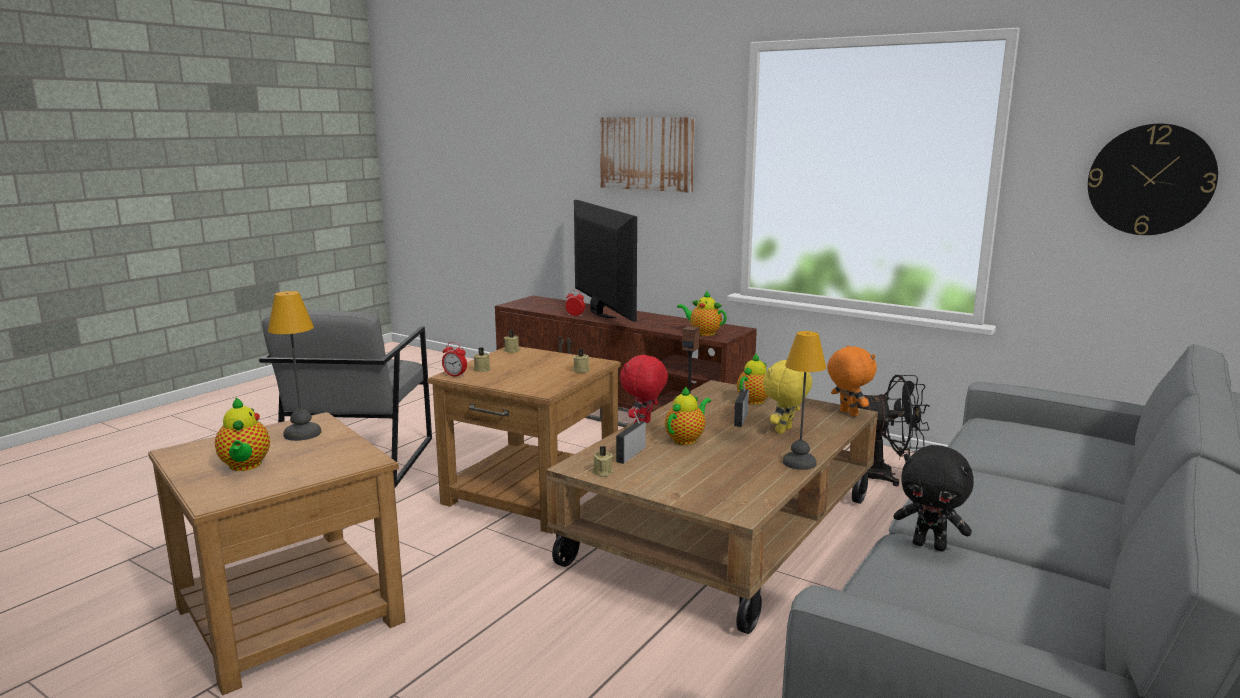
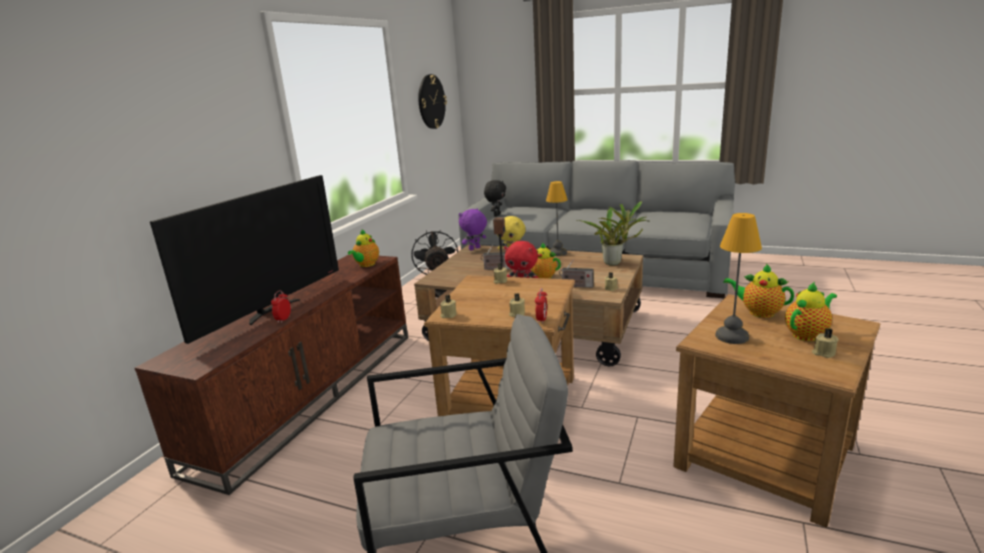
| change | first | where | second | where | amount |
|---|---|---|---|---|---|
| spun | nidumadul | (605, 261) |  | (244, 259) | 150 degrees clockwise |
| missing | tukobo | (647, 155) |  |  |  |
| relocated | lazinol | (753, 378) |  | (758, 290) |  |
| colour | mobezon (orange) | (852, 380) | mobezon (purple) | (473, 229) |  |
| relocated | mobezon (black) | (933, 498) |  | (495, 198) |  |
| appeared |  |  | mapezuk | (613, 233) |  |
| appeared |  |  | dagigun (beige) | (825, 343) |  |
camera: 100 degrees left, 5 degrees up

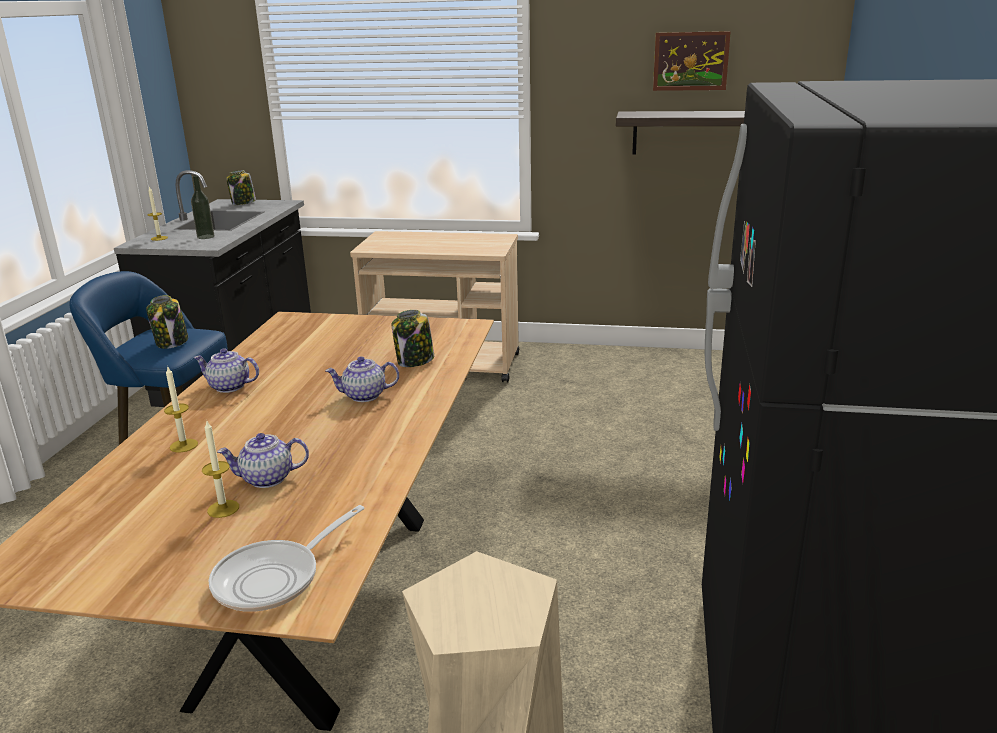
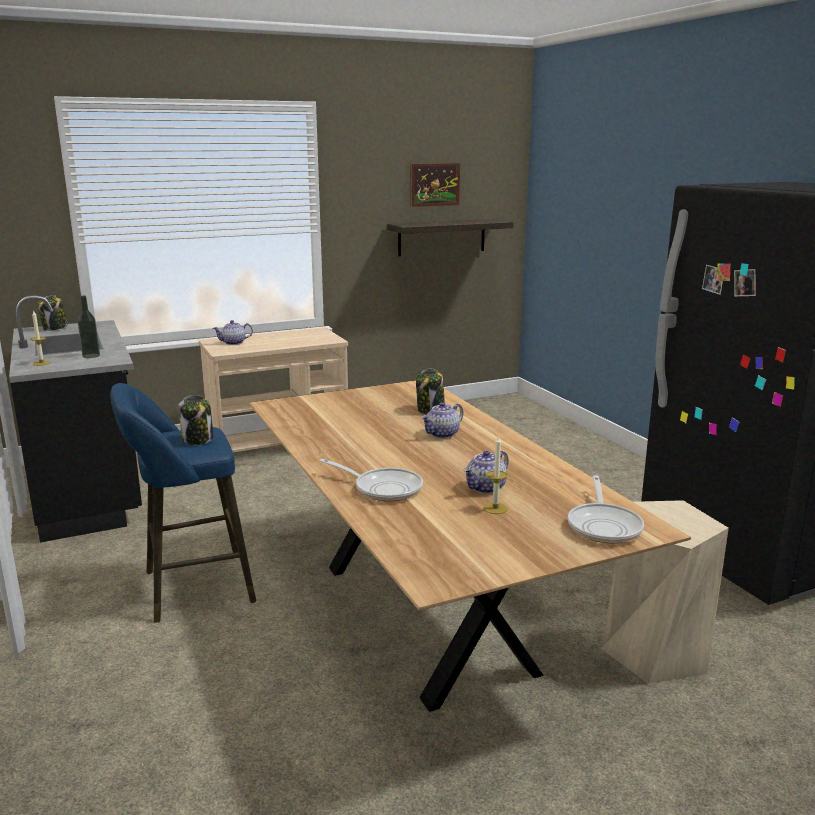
| change | first | where | second | where | amount |
|---|---|---|---|---|---|
| exchanged | dagigun | (181, 410) | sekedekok | (371, 480) |  |
| relocated | lazinol | (226, 370) |  | (233, 332) |  |
camera: 35 degrees left, 5 degrees down

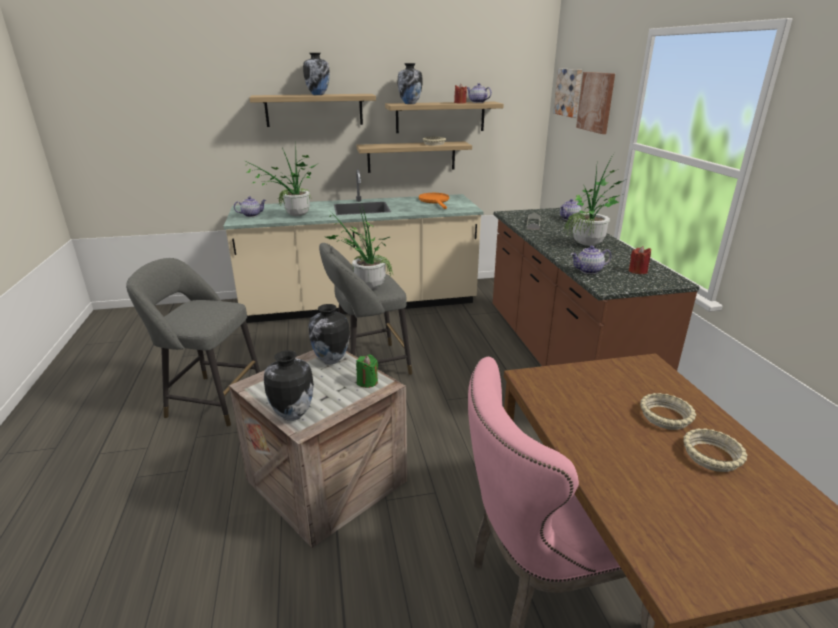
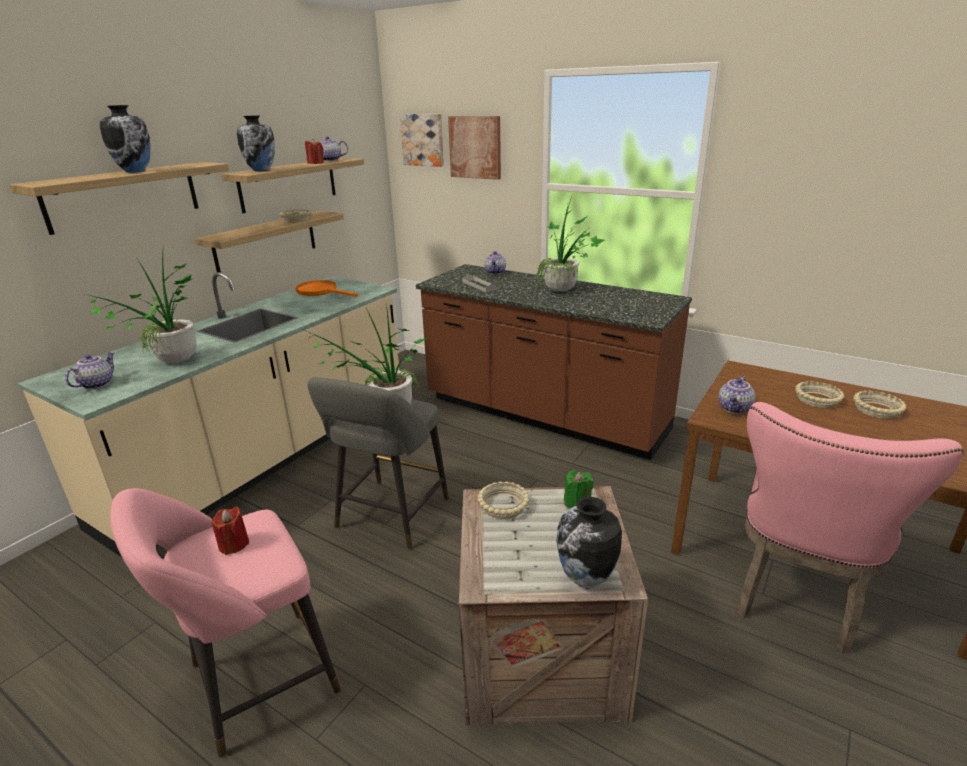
| change | first | where | second | where | amount |
|---|---|---|---|---|---|
| colour | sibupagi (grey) | (193, 342) | sibupagi (pink) | (225, 623) |  |
| exchanged | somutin | (329, 334) | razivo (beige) | (503, 500) |  |
| relocated | lazinol | (591, 260) |  | (736, 395) |  |
| relocated | dagigun (red) | (640, 260) |  | (230, 531) |  |
camera: 45 degrees left, 0 degrees up

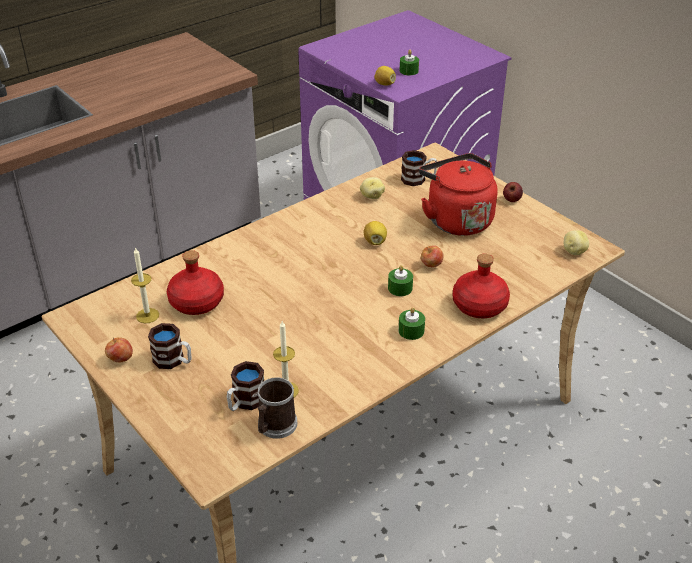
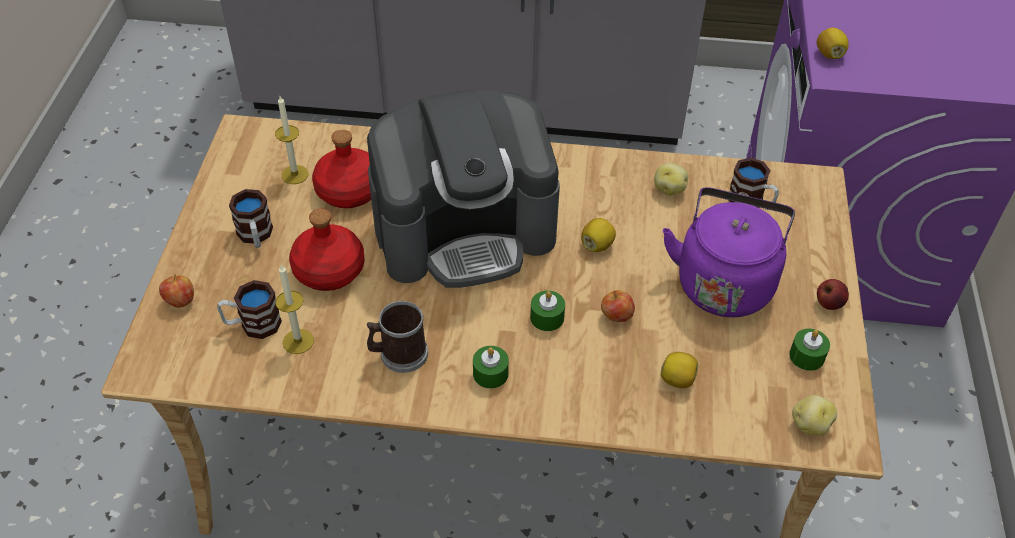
| change | first | where | second | where | amount |
|---|---|---|---|---|---|
| relocated | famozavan | (119, 349) |  | (176, 291) |  |
| relocated | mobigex | (277, 408) |  | (397, 337) |  |
| relocated | dagigun (green) | (409, 62) |  | (809, 350) |  |
| colour | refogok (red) | (458, 194) | refogok (purple) | (729, 252) |  |
| relocated | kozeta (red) | (481, 285) |  | (327, 250) |  |
| appeared |  |  | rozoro | (463, 188) |  |
| appeared |  |  | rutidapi | (679, 370) |  |
camera: 45 degrees right, 10 degrees up

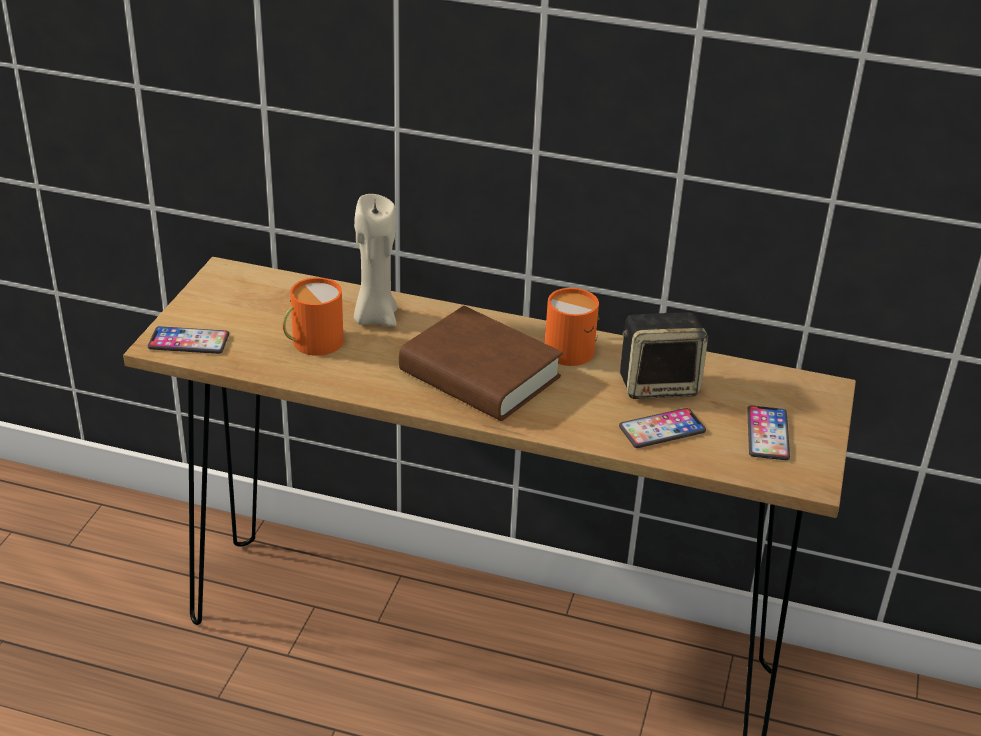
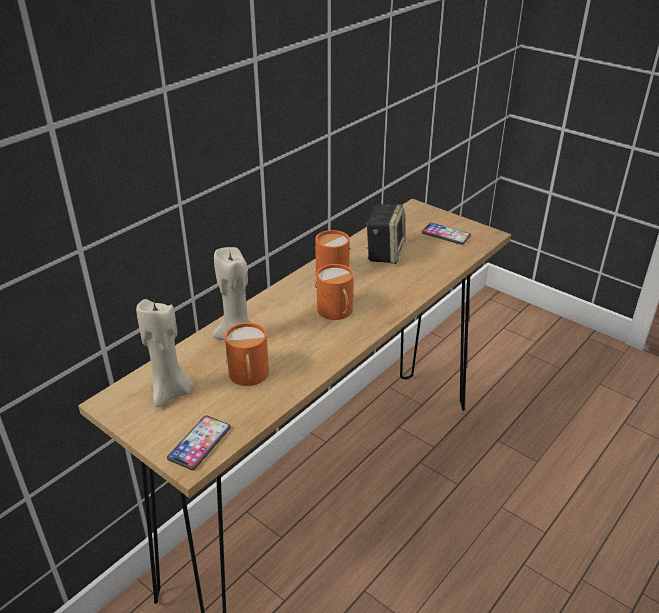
| change | first | where | second | where | amount |
|---|---|---|---|---|---|
| exchanged | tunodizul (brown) | (481, 363) | mobigex (orange) | (334, 292) |  |
| missing | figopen | (662, 428) |  |  |  |
| appeared |  |  | dagigun (beige) | (164, 353) |  |
camera: 65 degrees left, 0 degrees up

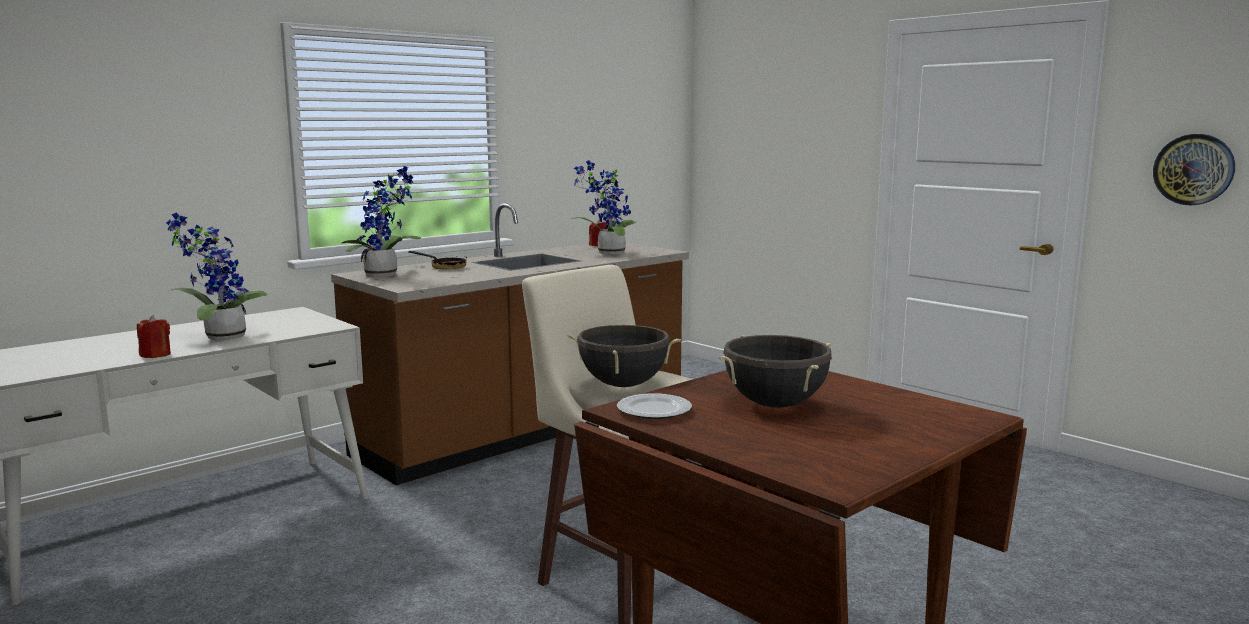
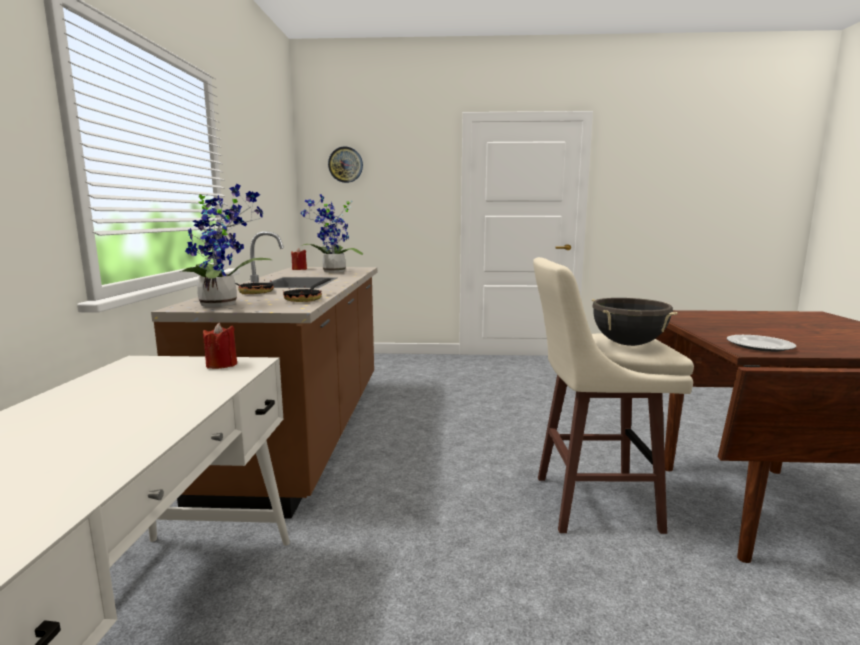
| change | first | where | second | where | amount |
|---|---|---|---|---|---|
| relocated | dagigun (red) | (154, 336) |  | (220, 346) |  |
| missing | mapezuk | (216, 276) |  |  |  |
| missing | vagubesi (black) | (775, 371) |  |  |  |
| relocated | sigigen | (1194, 169) |  | (345, 165) |  |
| appeared |  |  | sekedekok | (306, 290) |  |
camera: 45 degrees left, 0 degrees up

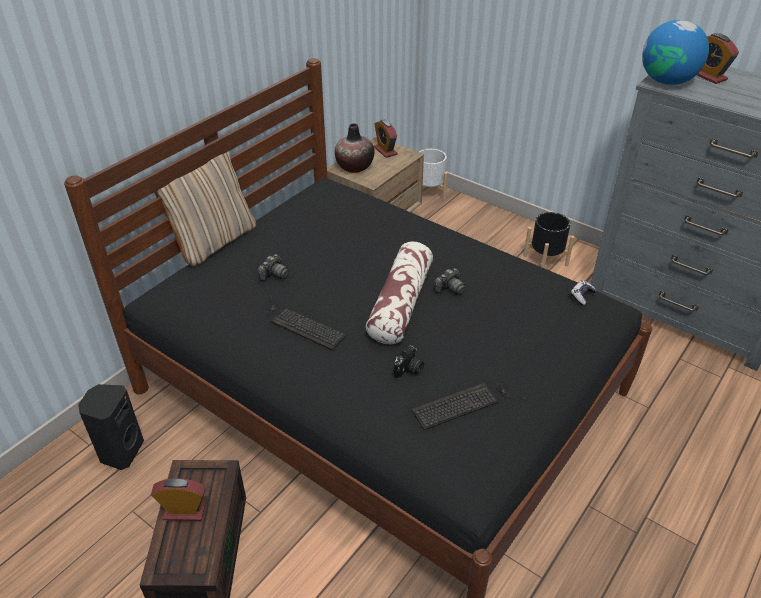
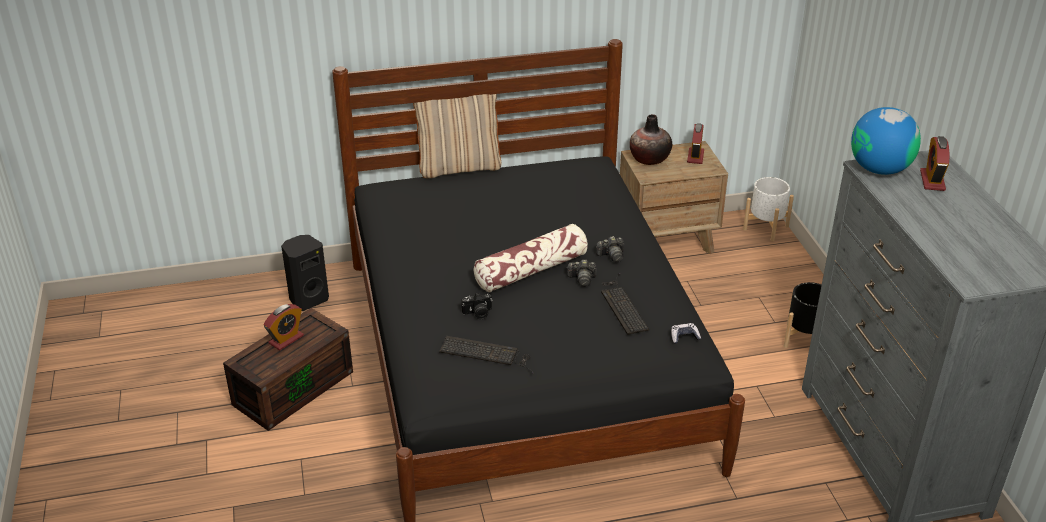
| change | first | where | second | where | amount |
|---|---|---|---|---|---|
| spun | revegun | (178, 499) |  | (284, 327) | 90 degrees clockwise |
| relocated | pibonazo | (274, 267) |  | (610, 249) |  |
| relocated | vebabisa | (305, 323) |  | (625, 304) |  |
camera: 40 degrees right, 5 degrees down

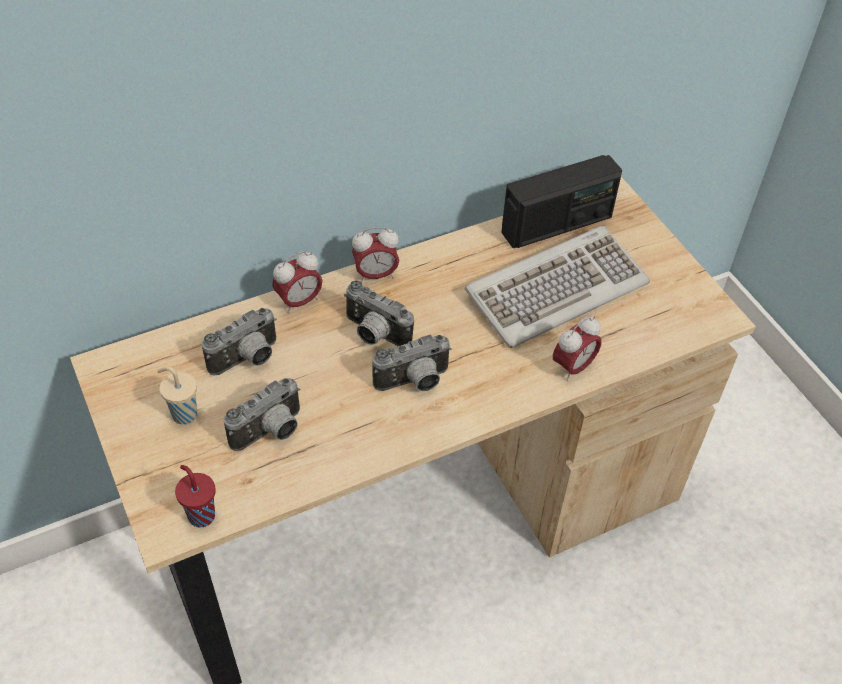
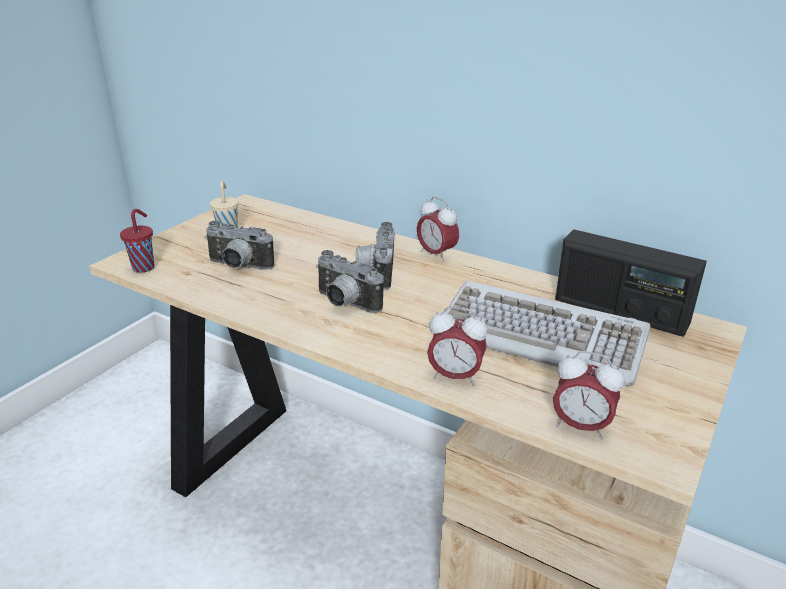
| change | first | where | second | where | amount |
|---|---|---|---|---|---|
| missing | pibonazo | (239, 342) |  |  |  |
| relocated | revegun | (297, 282) |  | (588, 395) |  |
camera: 60 degrees right, 20 degrees down

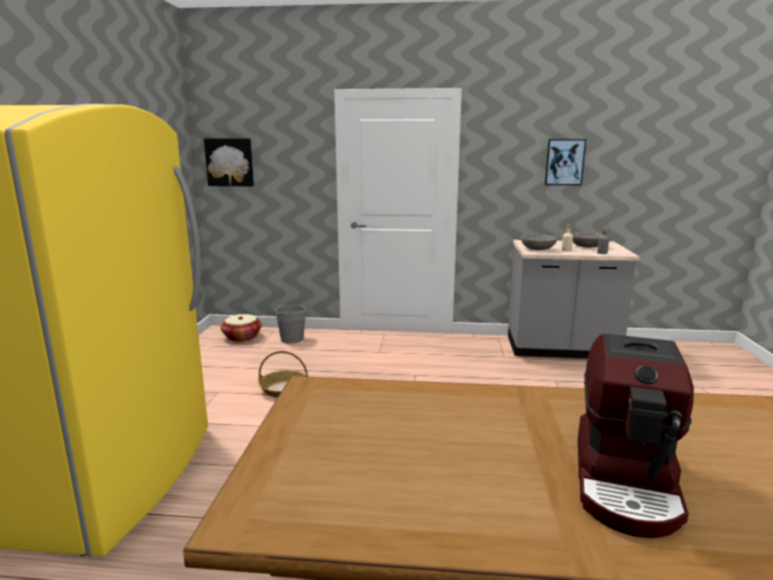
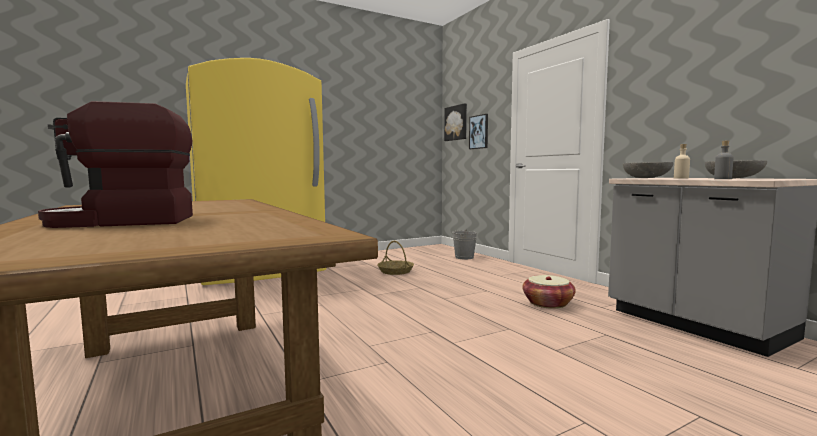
| change | first | where | second | where | amount |
|---|---|---|---|---|---|
| relocated | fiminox | (241, 328) |  | (549, 292) |  |
| relocated | tukobo | (565, 162) |  | (478, 131) |  |
camera: 55 degrees right, 10 degrees down

